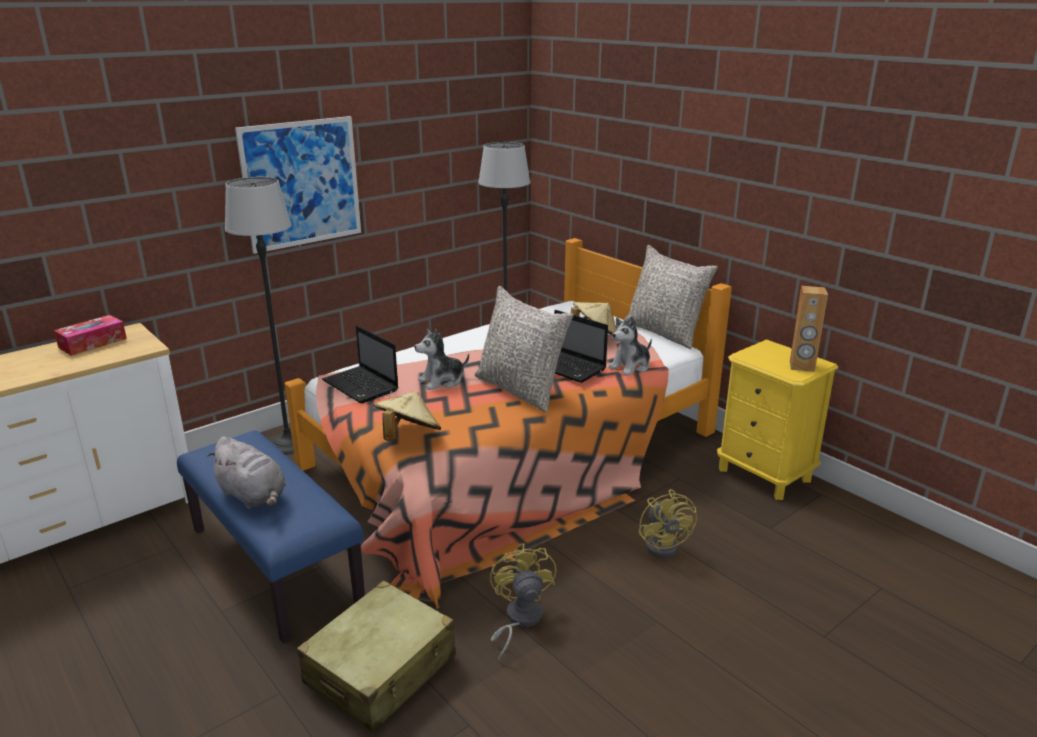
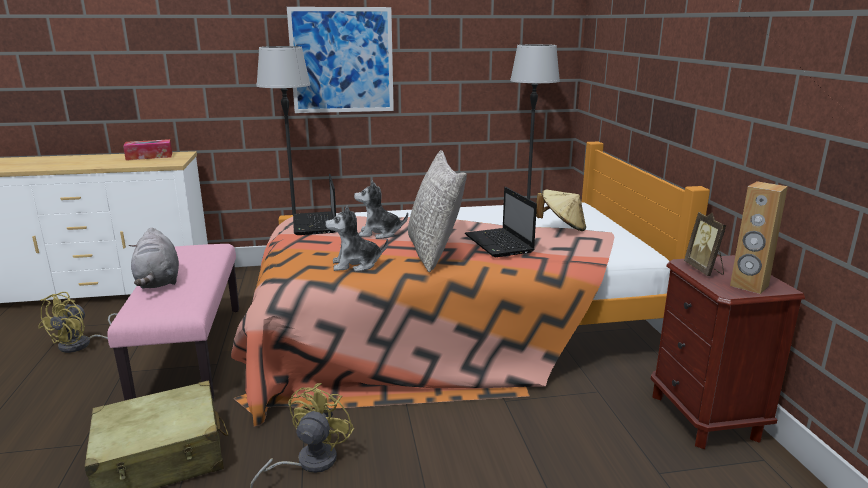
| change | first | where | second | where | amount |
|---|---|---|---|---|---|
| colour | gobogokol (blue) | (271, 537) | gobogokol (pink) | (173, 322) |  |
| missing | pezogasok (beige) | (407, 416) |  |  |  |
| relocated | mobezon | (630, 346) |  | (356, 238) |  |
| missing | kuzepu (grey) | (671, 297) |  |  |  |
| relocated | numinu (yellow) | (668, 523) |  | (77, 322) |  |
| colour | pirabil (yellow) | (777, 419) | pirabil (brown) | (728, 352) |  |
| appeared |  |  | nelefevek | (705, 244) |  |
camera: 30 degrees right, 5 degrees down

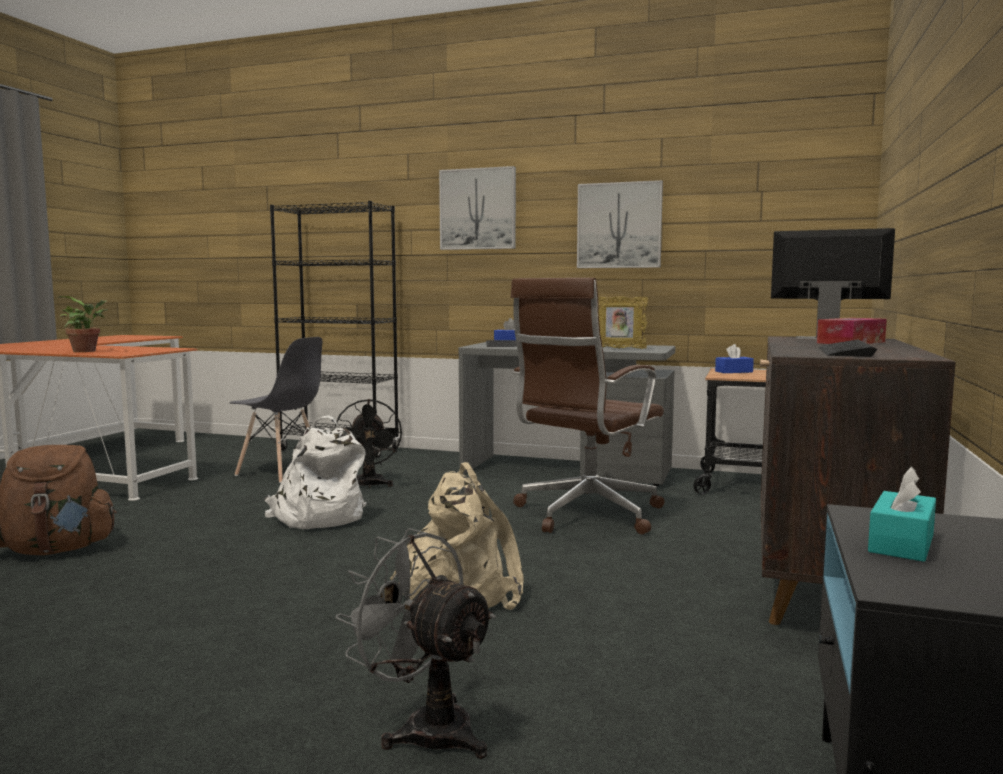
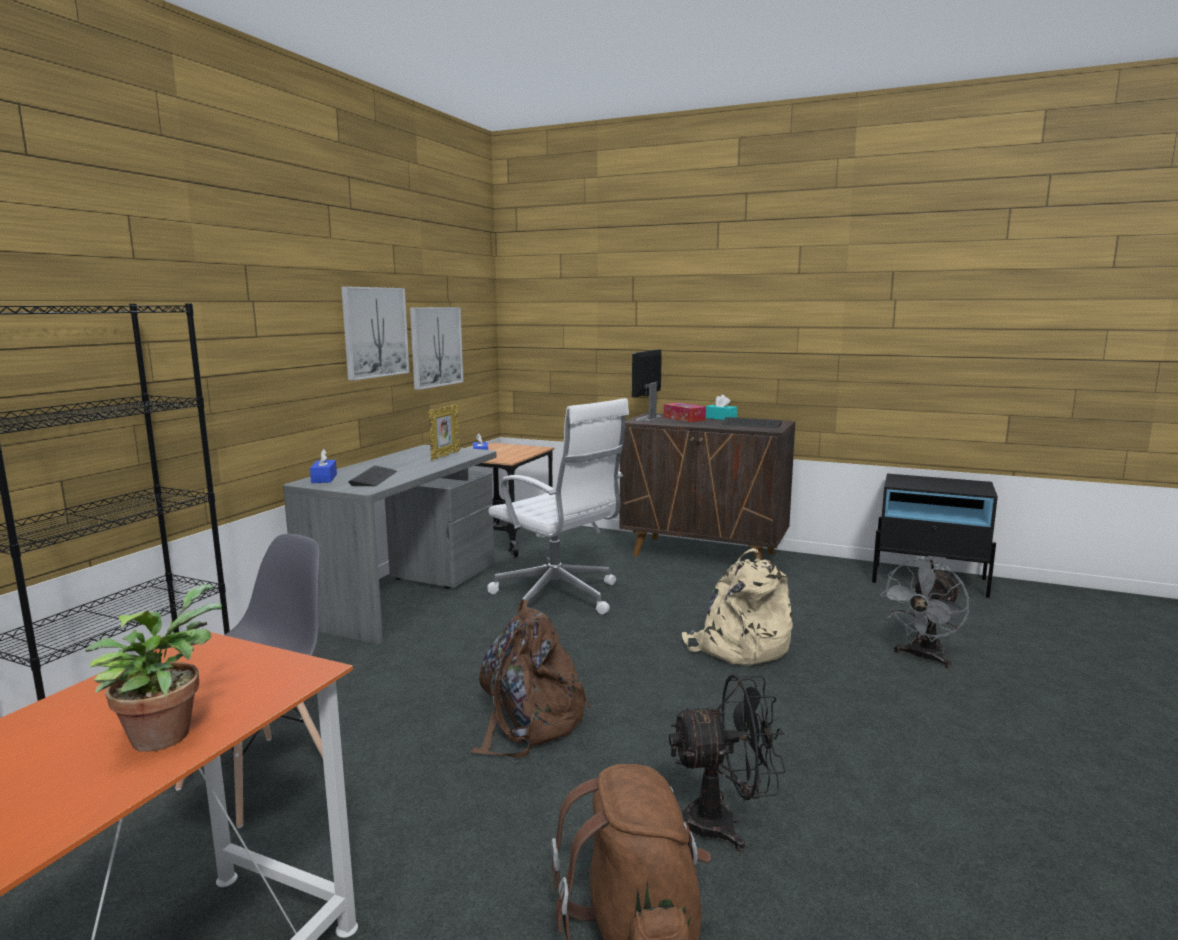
| change | first | where | second | where | amount |
|---|---|---|---|---|---|
| colour | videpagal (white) | (315, 472) | videpagal (brown) | (532, 678) |  |
| relocated | numinu (black) | (368, 443) |  | (727, 763) |  |
| relocated | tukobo | (477, 208) |  | (437, 348) |  |
| colour | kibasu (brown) | (587, 406) | kibasu (white) | (558, 506) |  |
| relocated | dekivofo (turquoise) | (902, 514) |  | (721, 407) |  |
camera: 85 degrees left, 5 degrees up

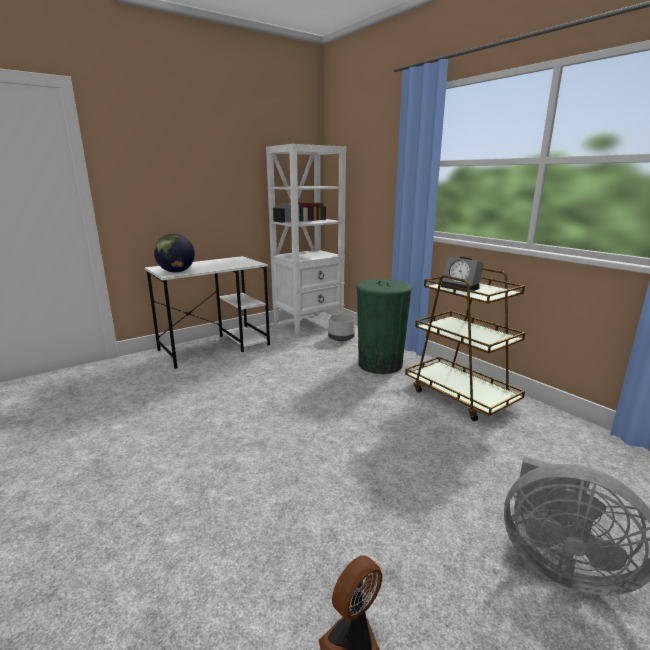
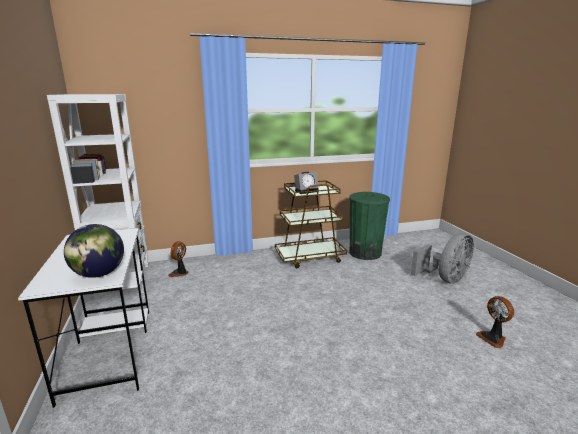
| change | first | where | second | where | amount |
|---|---|---|---|---|---|
| exchanged | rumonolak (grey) | (341, 327) | numinu | (178, 259) |  |
| relocated | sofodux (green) | (384, 326) |  | (369, 226) |  |
camera: 70 degrees left, 0 degrees up

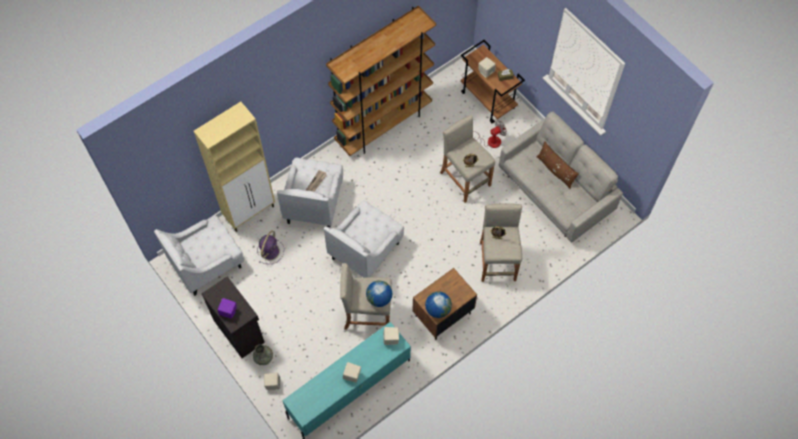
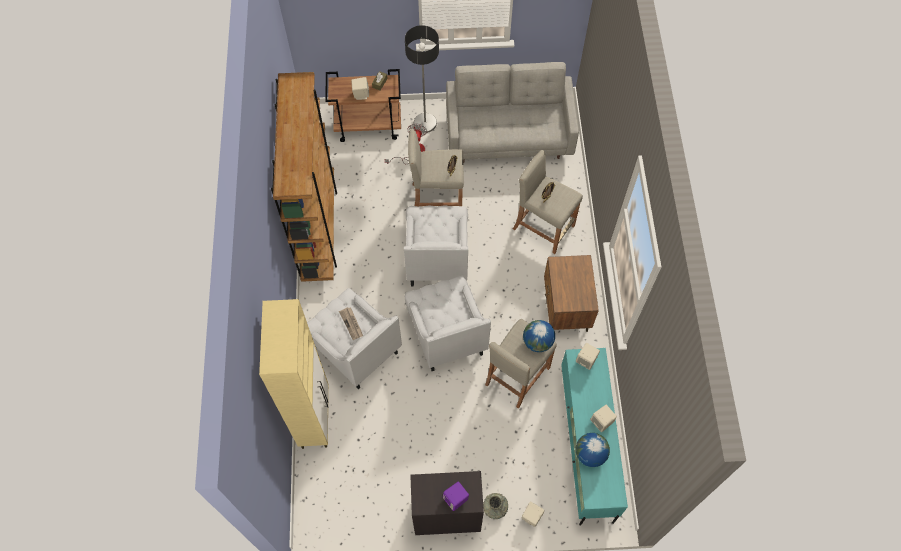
| change | first | where | second | where | amount |
|---|---|---|---|---|---|
| relocated | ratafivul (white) | (199, 256) |  | (436, 245) |  |
| missing | numinu (purple) | (270, 247) |  |  |  |
| relocated | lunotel | (438, 304) |  | (593, 450) |  |
| missing | kuzepu (brown) | (557, 164) |  |  |  |
| appeared |  |  | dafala | (422, 79) |  |
camera: 55 degrees left, 0 degrees up

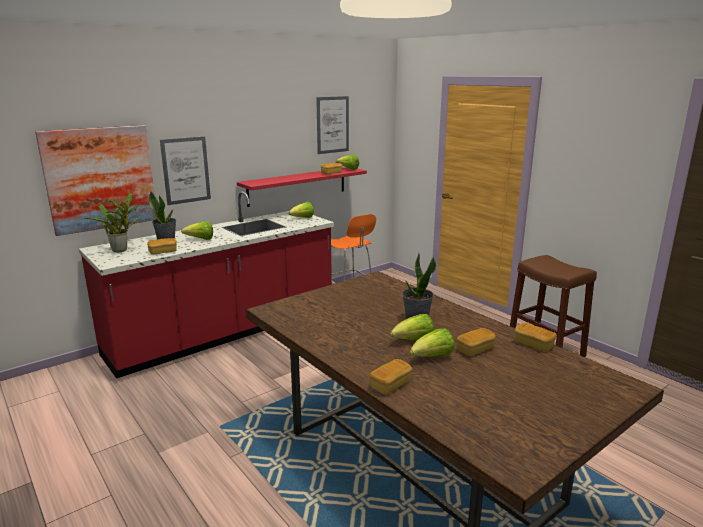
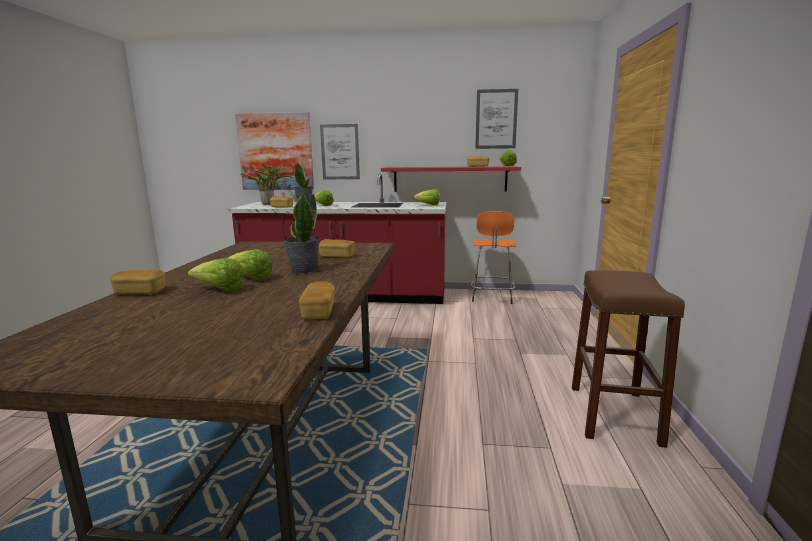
| change | first | where | second | where | amount |
|---|---|---|---|---|---|
| relocated | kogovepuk | (476, 342) |  | (337, 248) |  |
camera: 45 degrees right, 5 degrees down

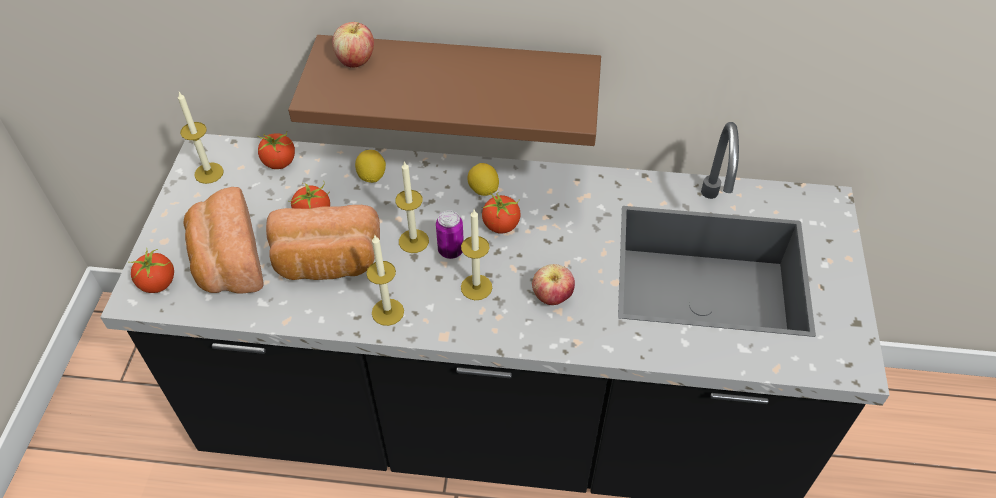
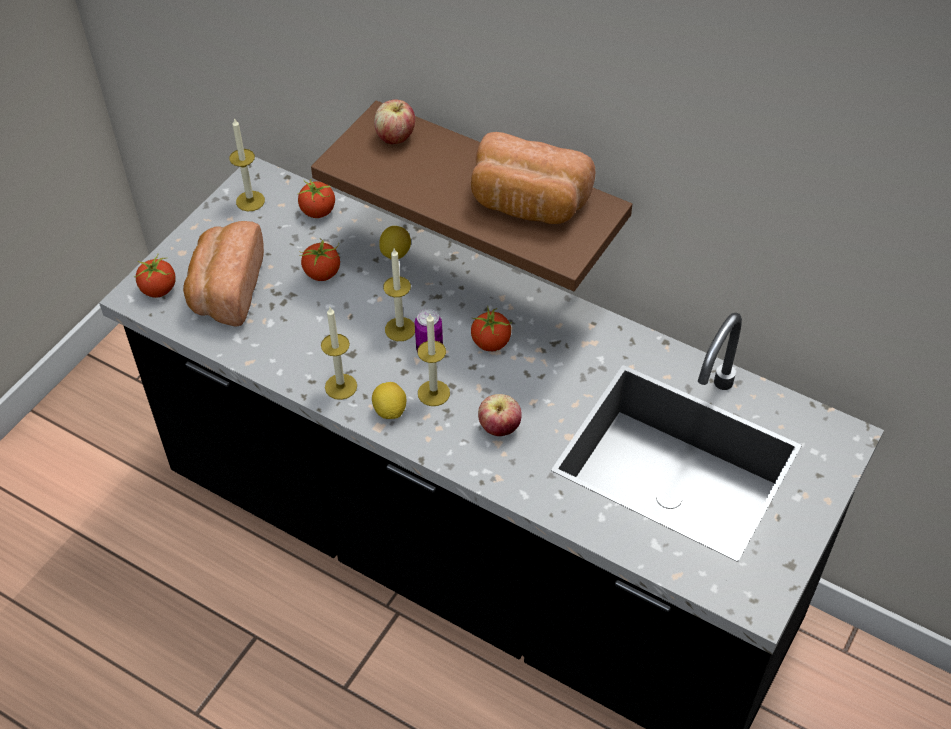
| change | first | where | second | where | amount |
|---|---|---|---|---|---|
| relocated | kogovepuk | (323, 242) |  | (533, 178) |  |
| relocated | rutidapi | (483, 179) |  | (389, 400) |  |
camera: 25 degrees right, 0 degrees up

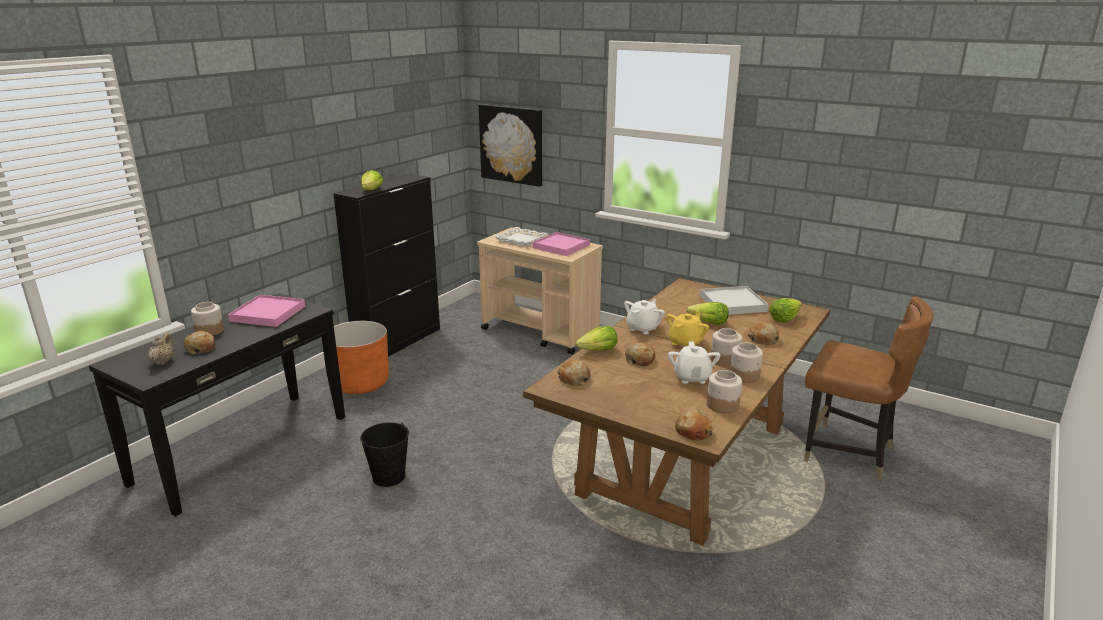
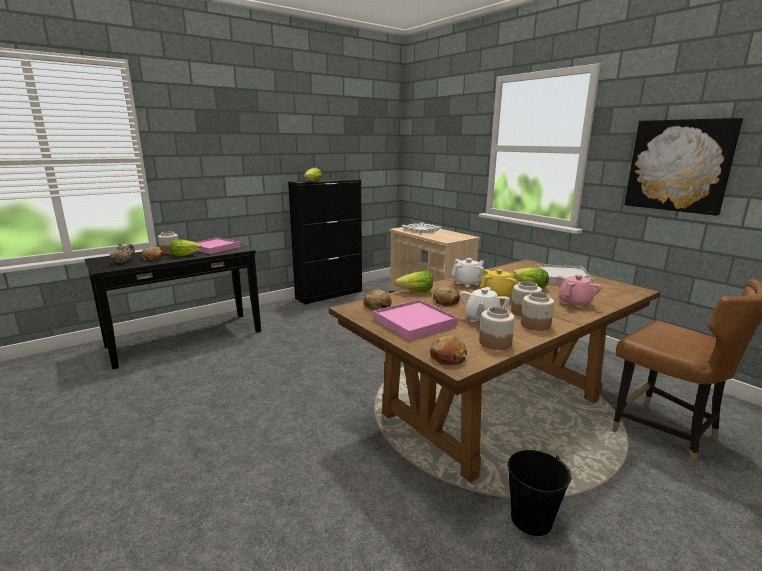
| change | first | where | second | where | amount |
|---|---|---|---|---|---|
| missing | rumonolak (orange) | (361, 357) |  |  |  |
| relocated | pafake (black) | (384, 454) |  | (539, 493) |  |
| relocated | tukobo | (510, 145) |  | (683, 167) |  |
| relocated | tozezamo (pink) | (561, 244) |  | (415, 320) |  |
| exchanged | kogovepuk | (763, 334) | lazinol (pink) | (579, 291) |  |
| relocated | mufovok | (785, 310) |  | (186, 247) |  |
camera: 20 degrees right, 5 degrees down

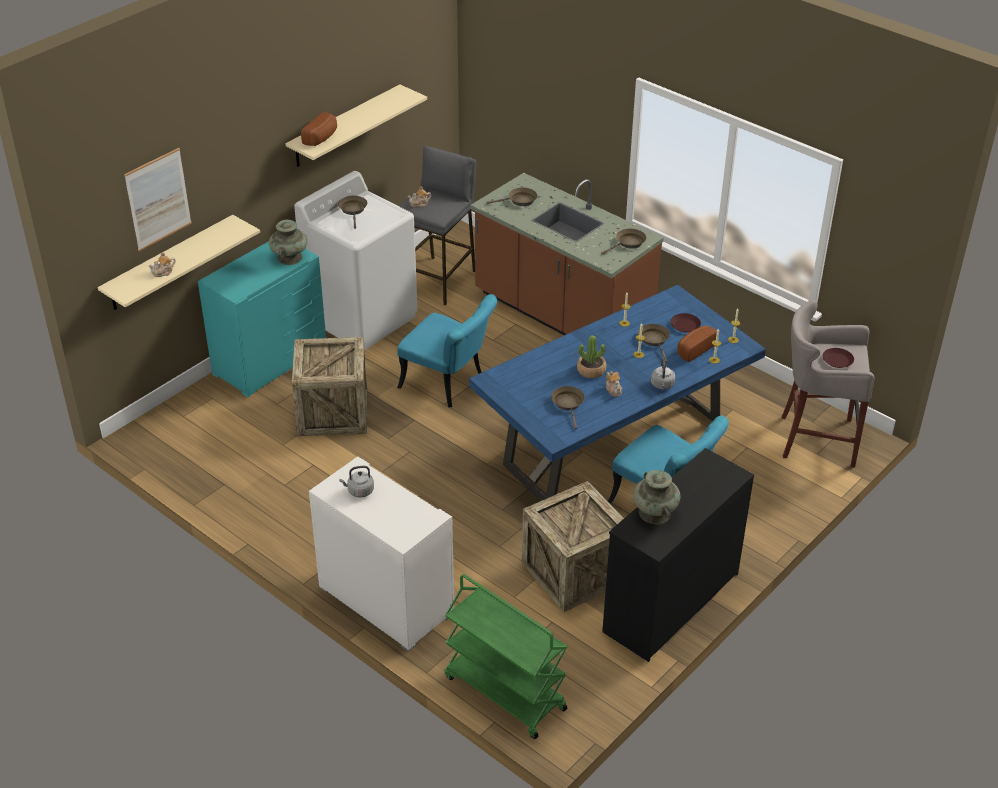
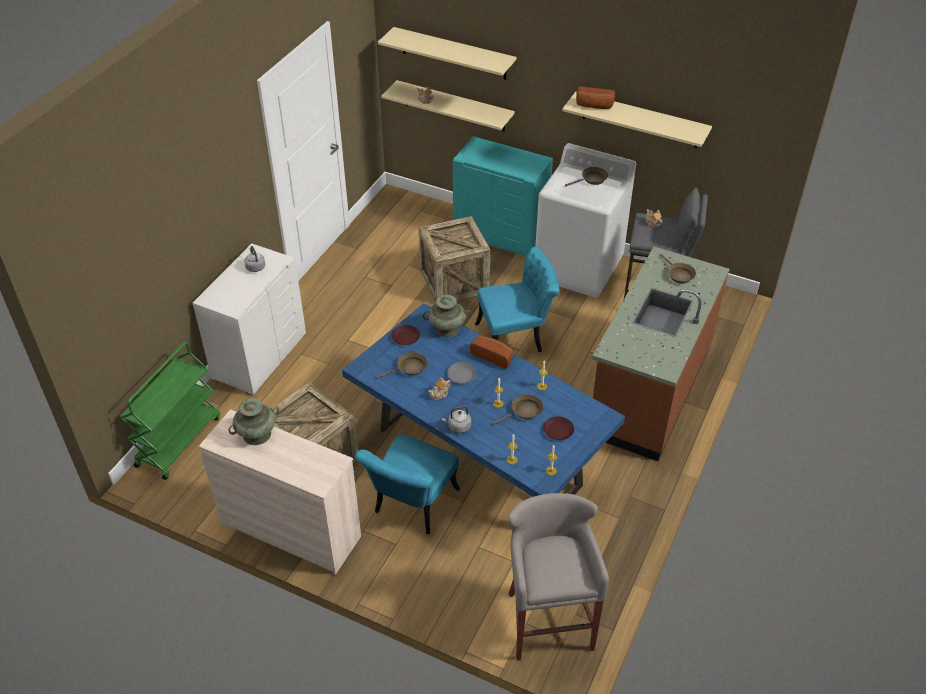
| change | first | where | second | where | amount |
|---|---|---|---|---|---|
| exchanged | tukobo | (158, 199) | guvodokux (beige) | (447, 53) |  |
| relocated | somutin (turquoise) | (288, 242) |  | (447, 316) |  |
| spun | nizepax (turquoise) | (447, 351) |  | (517, 299) | 120 degrees counterclockwise |
| exchanged | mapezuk | (591, 356) | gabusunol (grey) | (462, 372) |  |
| missing | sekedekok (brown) | (623, 241) |  |  |  |
| colour | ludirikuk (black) | (678, 555) | ludirikuk (beige) | (280, 492) |  |
| relocated | kogovepuk | (697, 343) |  | (491, 352) |  |
| relocated | gabusunol (brown) | (838, 358) |  | (406, 335) |  |
camera: 75 degrees right, 5 degrees up

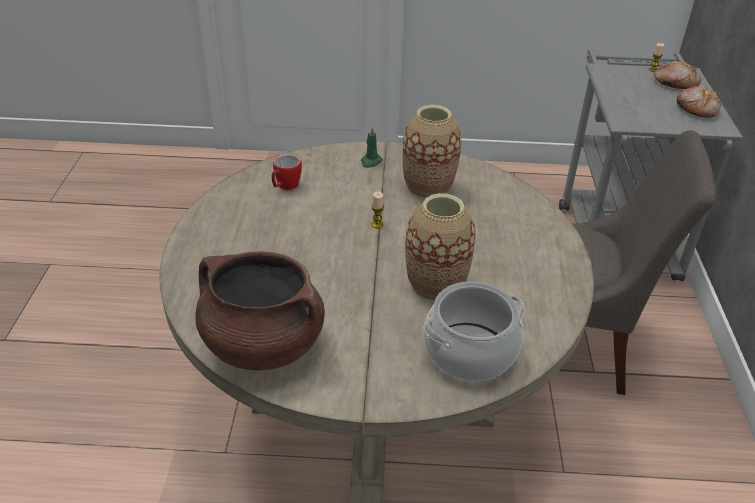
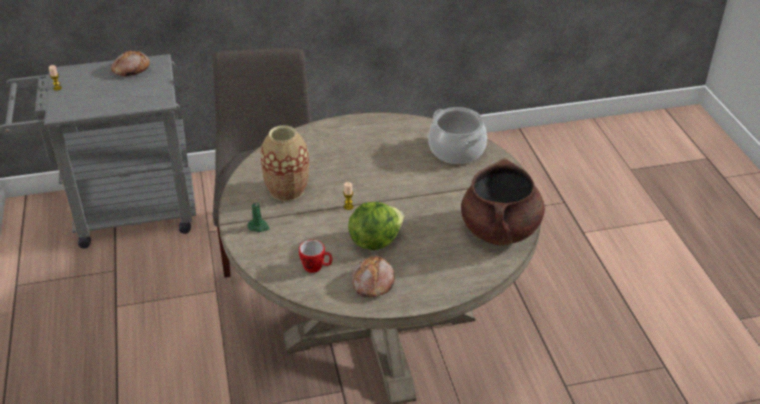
| change | first | where | second | where | amount |
|---|---|---|---|---|---|
| missing | somutin | (440, 247) |  |  |  |
| relocated | kogovepuk | (677, 75) |  | (373, 276) |  |
| appeared |  |  | mufovok | (376, 226) |  |
camera: 105 degrees left, 0 degrees up

